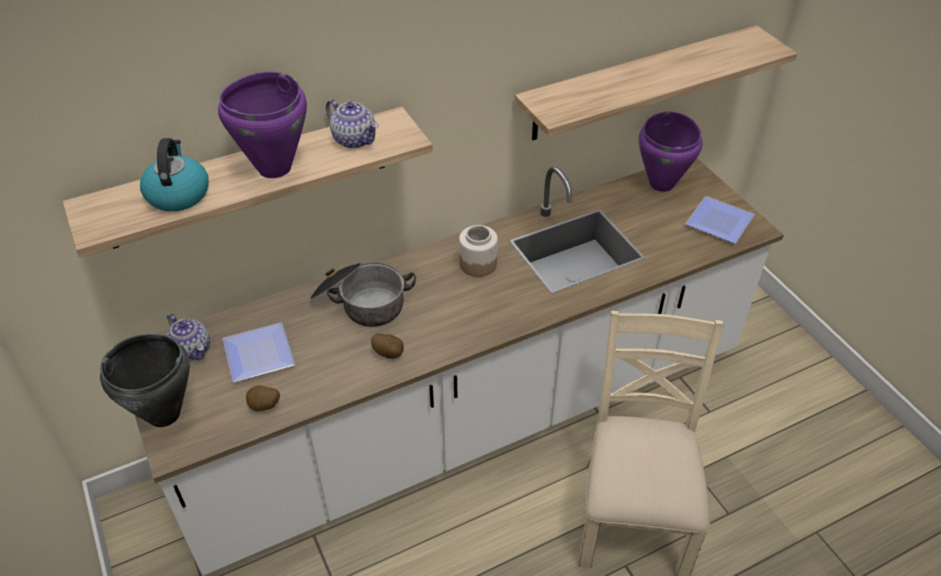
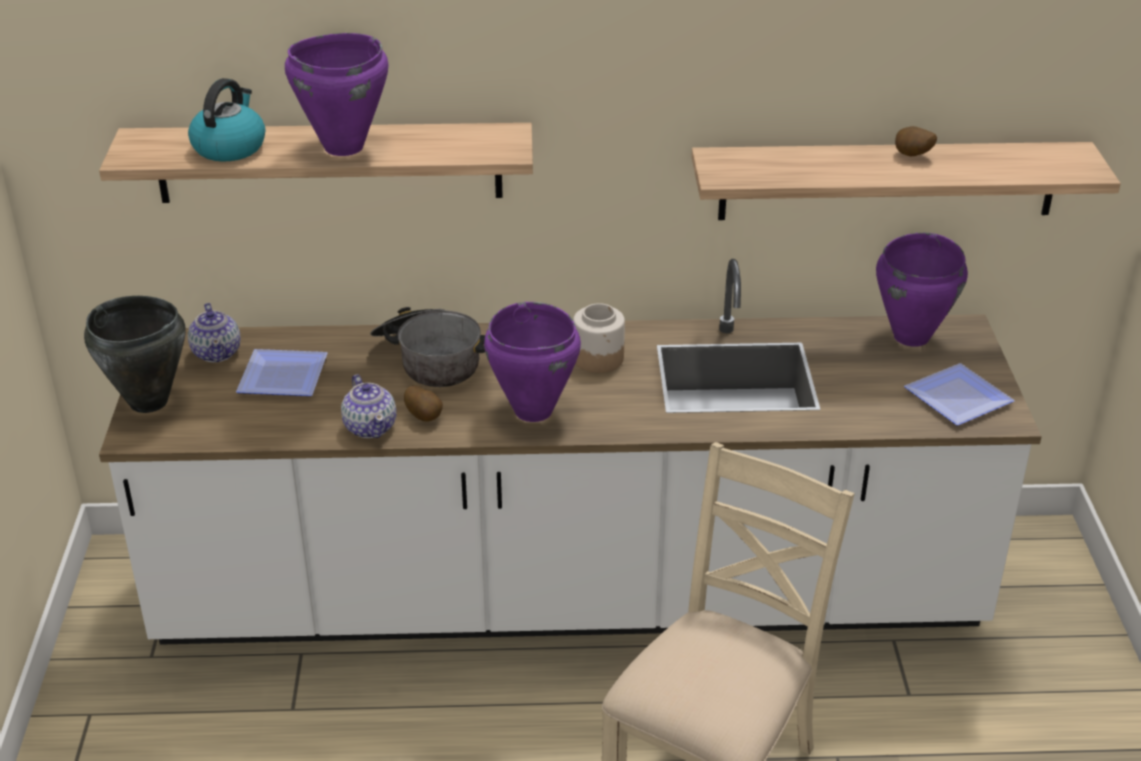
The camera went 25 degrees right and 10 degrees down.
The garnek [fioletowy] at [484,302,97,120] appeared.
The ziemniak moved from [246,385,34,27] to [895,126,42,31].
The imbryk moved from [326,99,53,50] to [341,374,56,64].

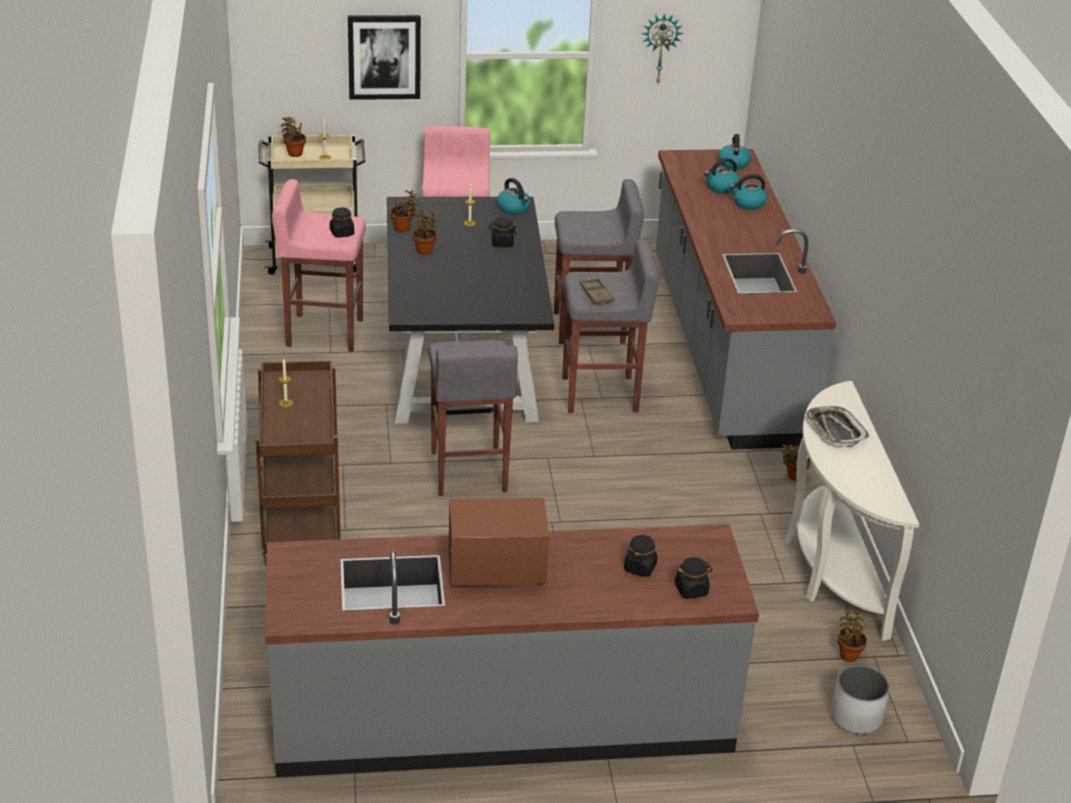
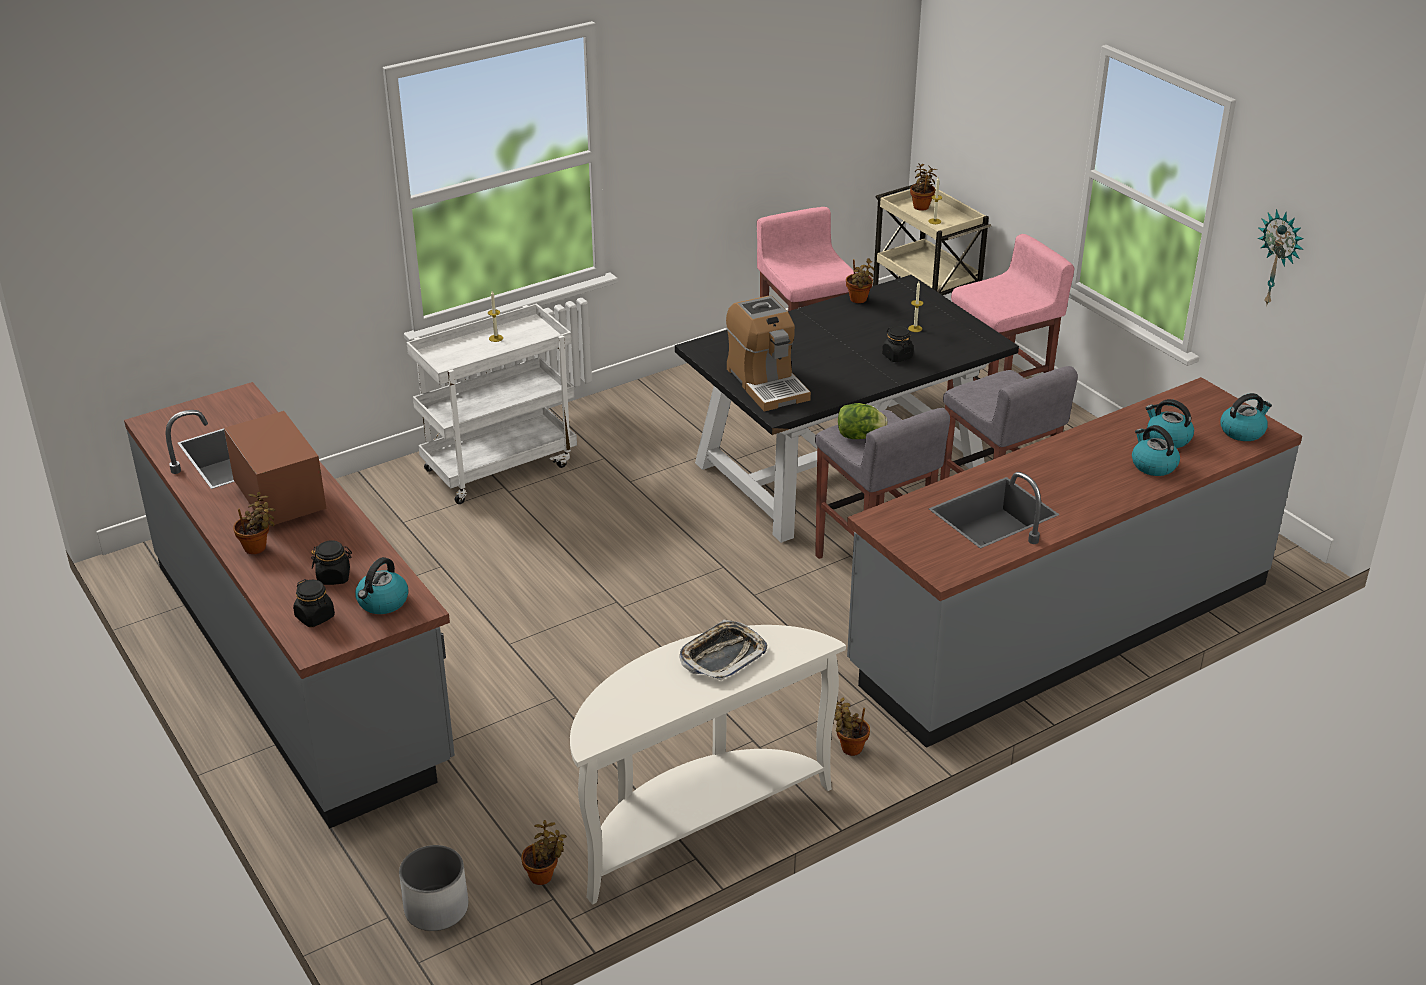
The camera went 65 degrees right and 0 degrees up.
The słoik [czarny] at [330,207,24,31] disappeared.
The obraz at [348,15,73,85] disappeared.
The stołek [szary] at [429,340,89,156] disappeared.
The ekspres do kawy at [726,296,85,116] appeared.
The roślina doniczkowa moved from [413,209,26,46] to [233,492,43,62].
The czajnik moved from [497,178,33,36] to [355,557,53,57].
The taca [brązowy] at [580,278,34,27] was replaced by the sałata at [838,403,50,36].
The wózek [brązowy] at [255,360,86,205] became the wózek [biały] at [407,304,170,200].

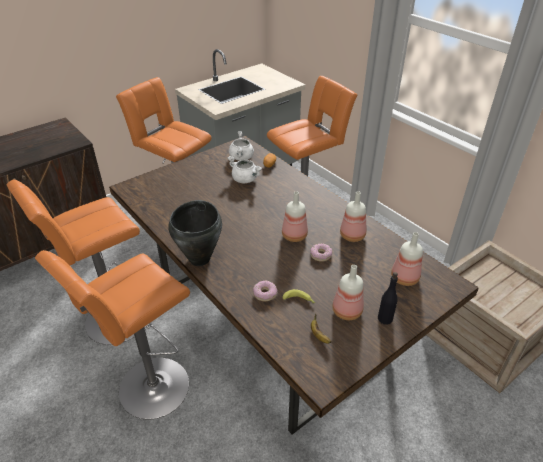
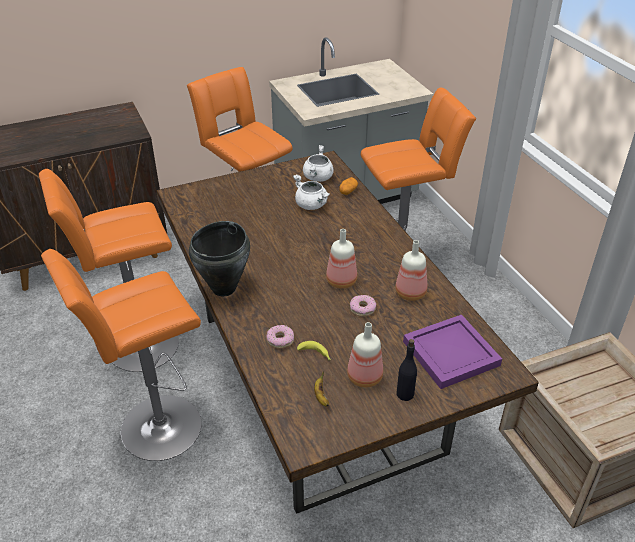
The camera went 15 degrees right and 0 degrees up.
The butelka at [391,232,32,54] was replaced by the taca [fioletowy] at [403,314,99,75].

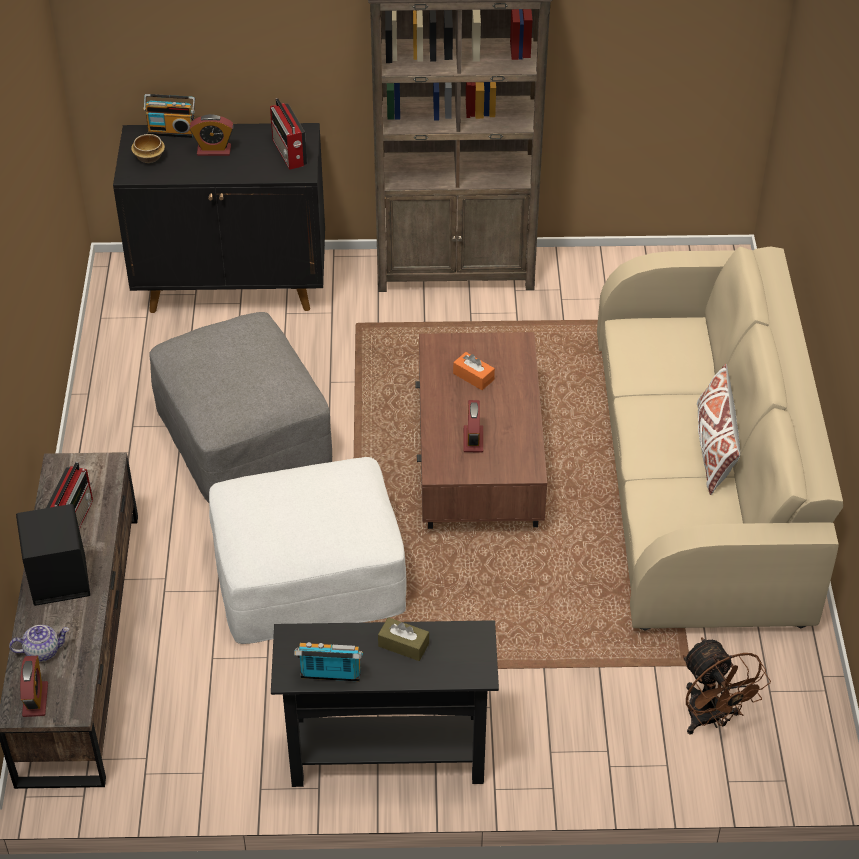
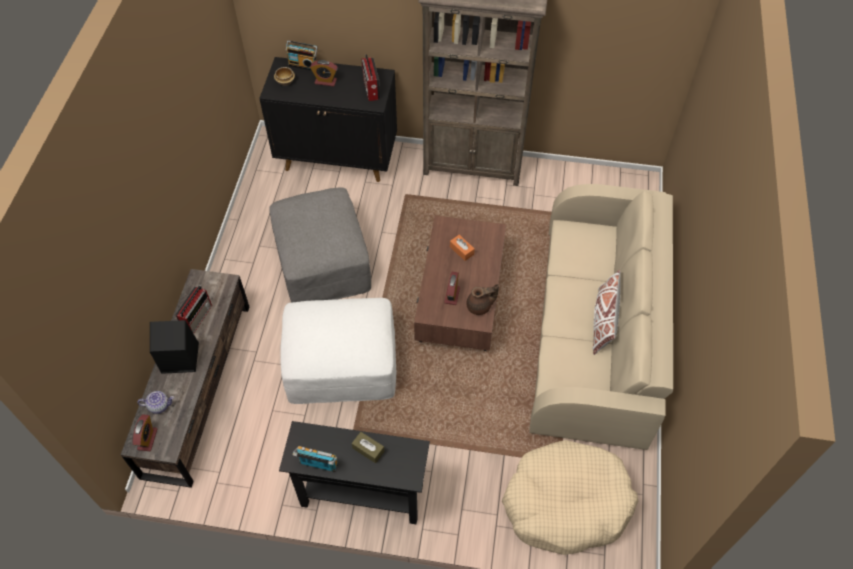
The camera went 10 degrees right and 10 degrees up.
The imbryk [brązowy] at [466,284,33,31] appeared.
The wentylator [brązowy] at [683,637,88,98] was replaced by the legowisko [beżowy] at [502,440,136,115].

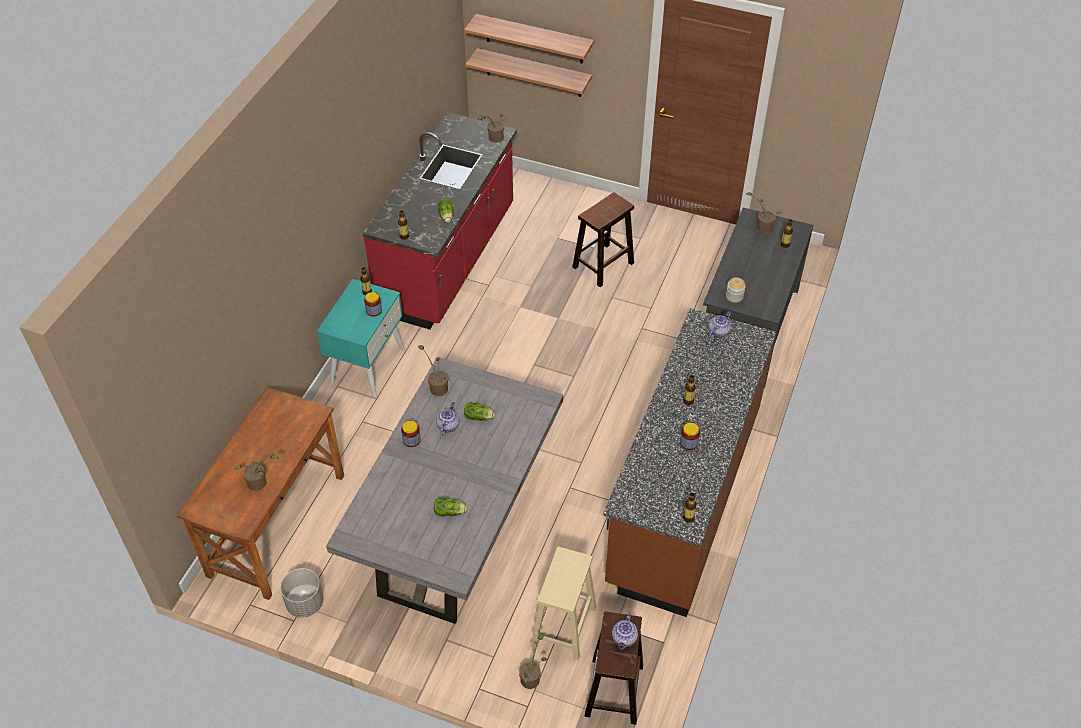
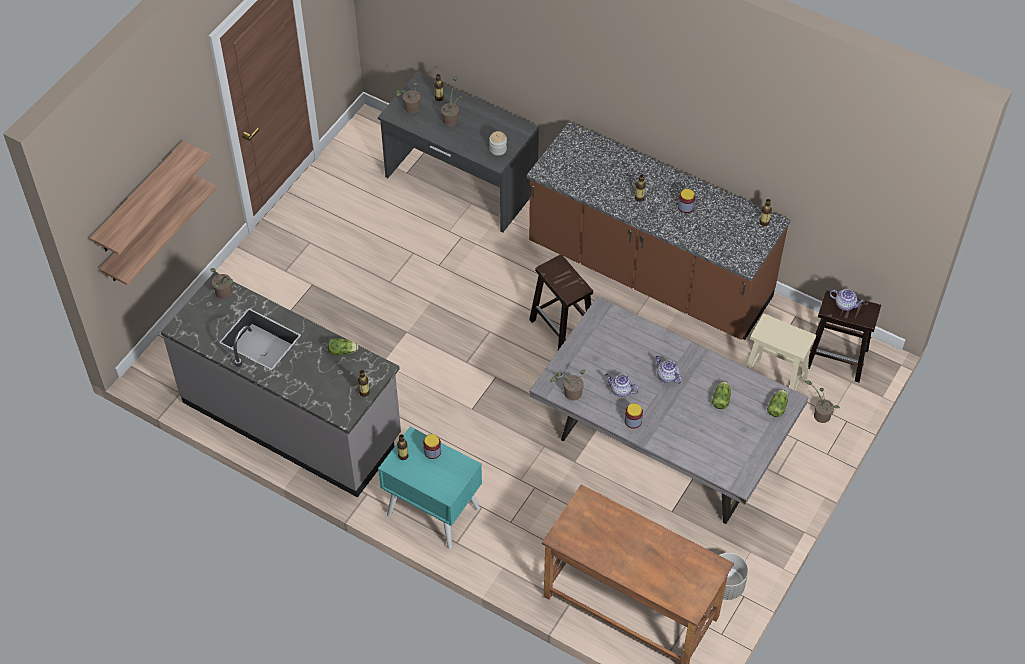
The camera went 80 degrees left and 5 degrees up.
The roślina doniczkowa moved from [235,454,44,37] to [441,77,22,49].
The sałata moved from [464,402,31,19] to [767,389,21,28].
The stołek [brązowy] moved from [572,192,62,95] to [529,254,64,96].
The imbryk moved from [708,311,23,27] to [656,356,26,28].
The zabudowa kuchenna [czerwony] at [363,112,154,218] became the zabudowa kuchenna [szary] at [161,272,240,226].

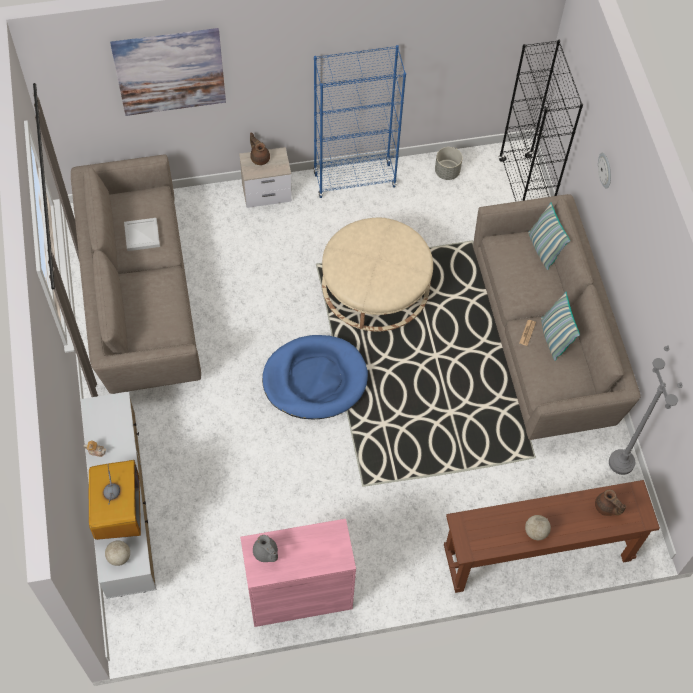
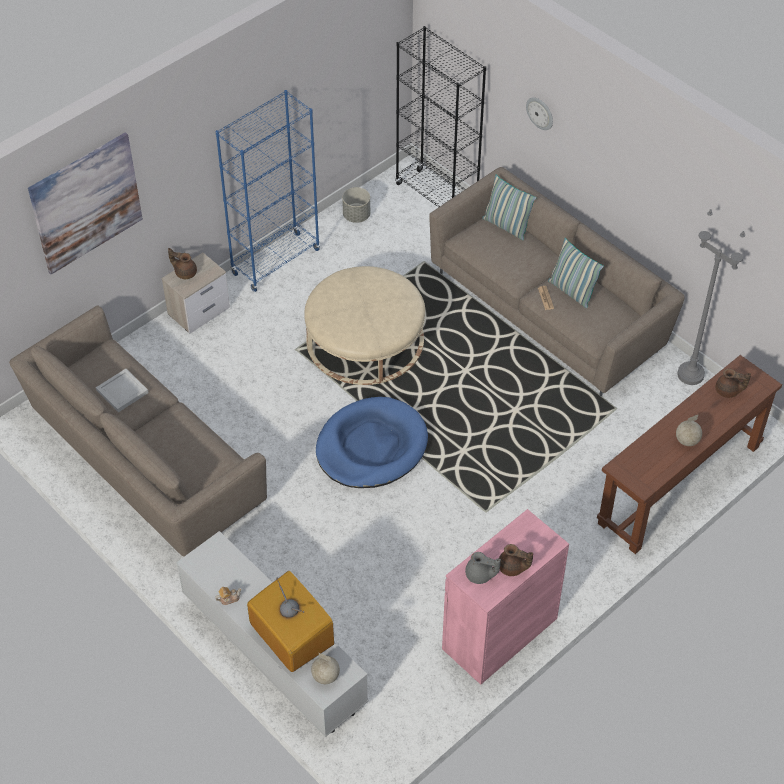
The camera went 30 degrees left and 10 degrees down.
The imbryk [brązowy] at [499,544,34,32] appeared.

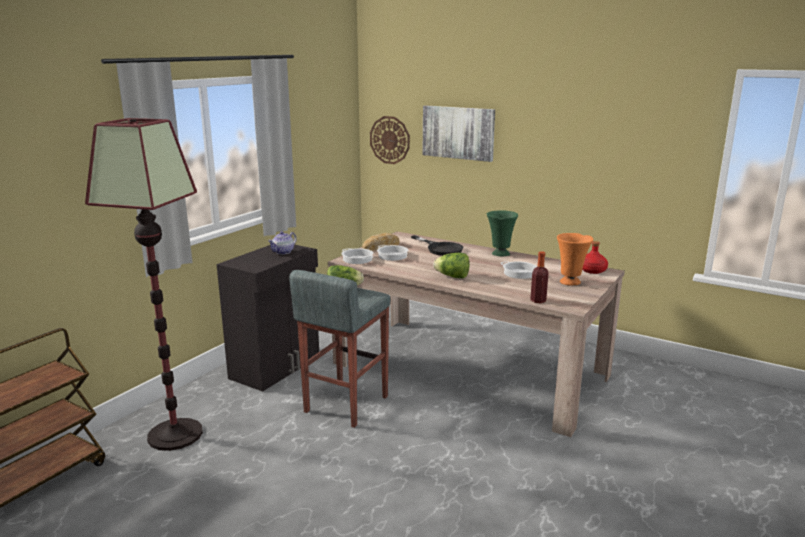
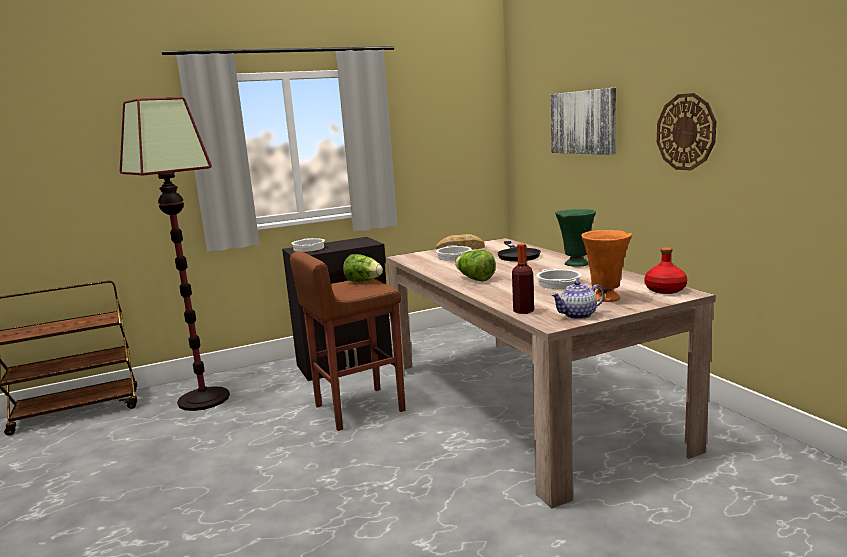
The camera went 35 degrees right and 5 degrees down.
The imbryk moved from [268,231,29,23] to [551,281,54,38].
The garnek moved from [341,248,33,16] to [291,238,34,14].
The zegar ścienny moved from [370,116,40,48] to [657,93,59,77].
The stołek [szary] at [289,270,102,158] became the stołek [brązowy] at [290,251,116,180].

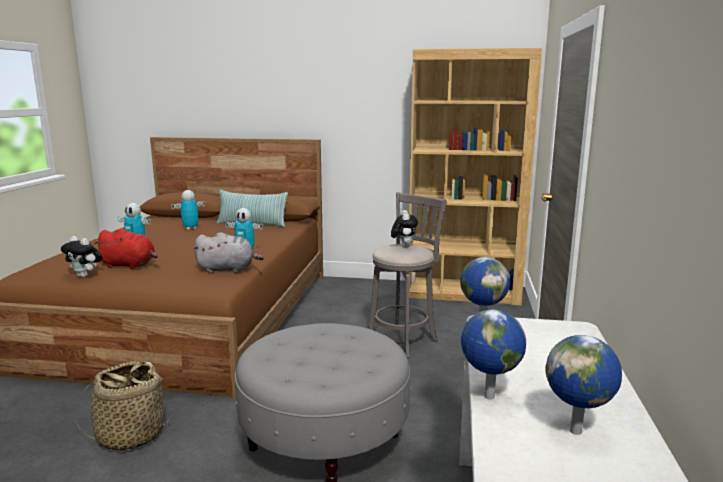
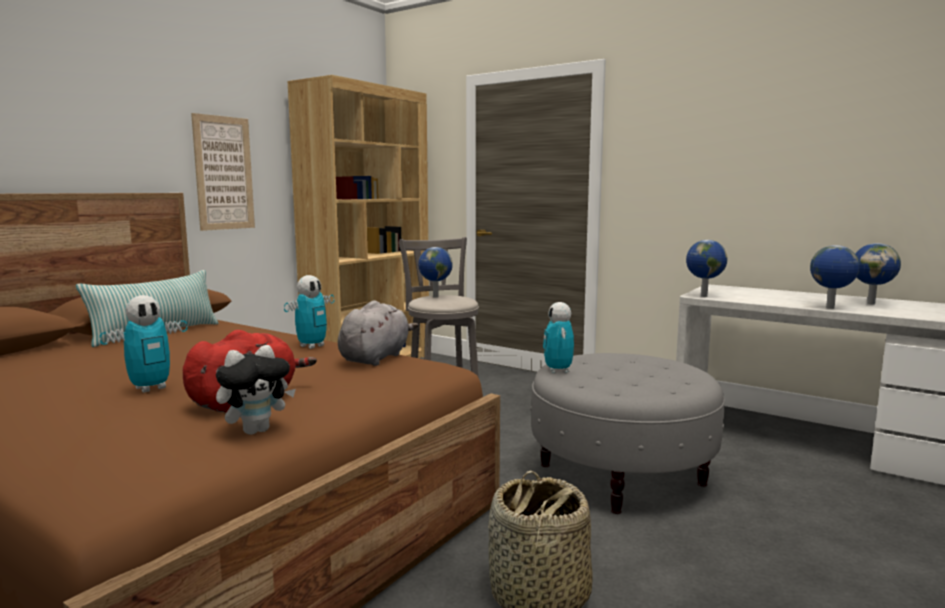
The camera went 65 degrees left and 5 degrees down.
The obraz at [191,113,64,118] appeared.
The robot zabawkowy moved from [171,190,35,40] to [543,302,31,71].
The pluszak at [391,210,27,38] was replaced by the globus at [418,247,35,51].

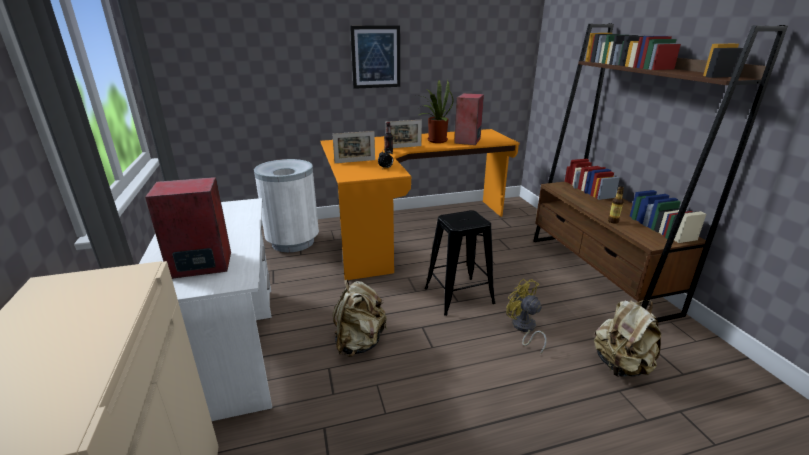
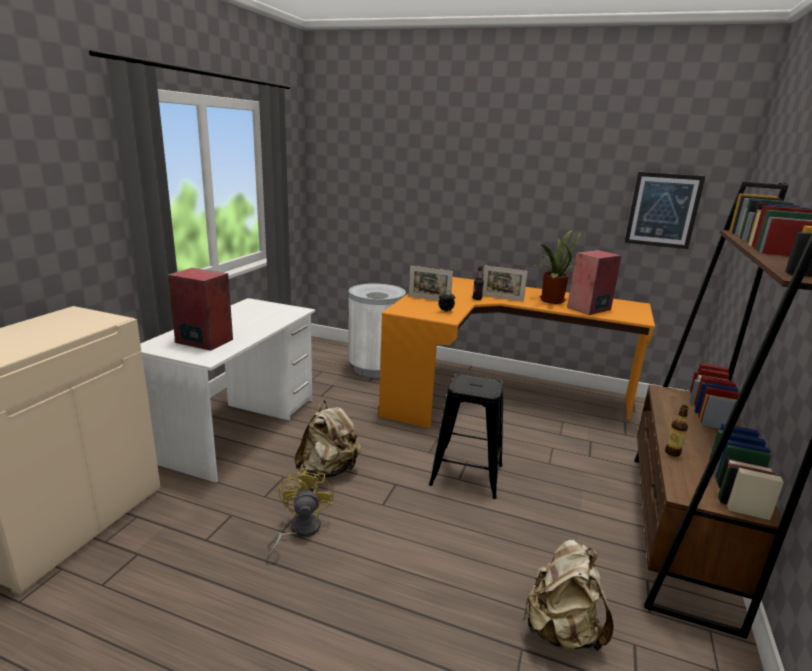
The camera went 35 degrees right and 5 degrees down.
The obraz moved from [350,25,50,64] to [625,172,80,77].
The wentylator [żółty] moved from [506,279,41,76] to [267,467,67,95].

